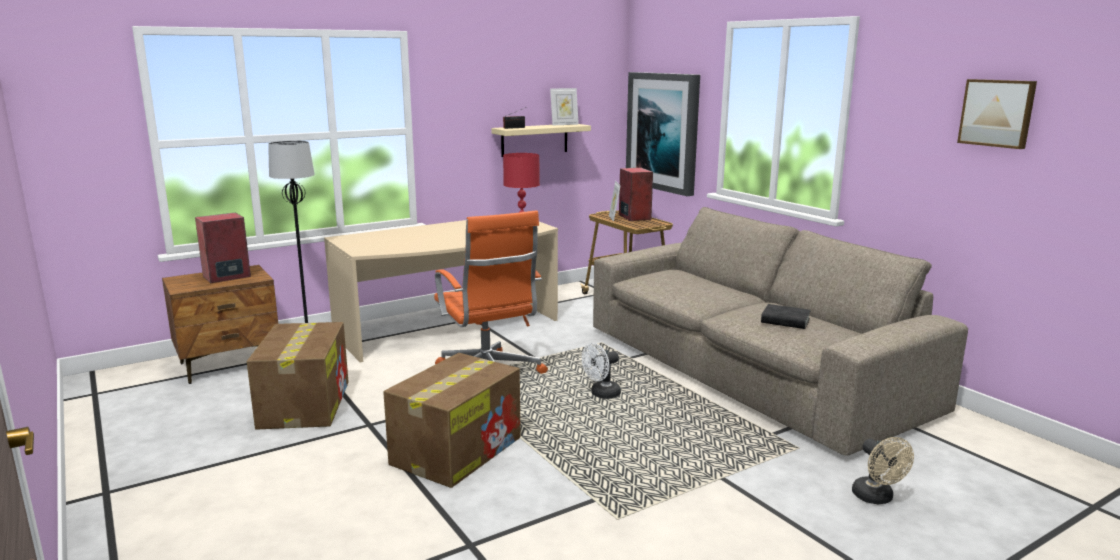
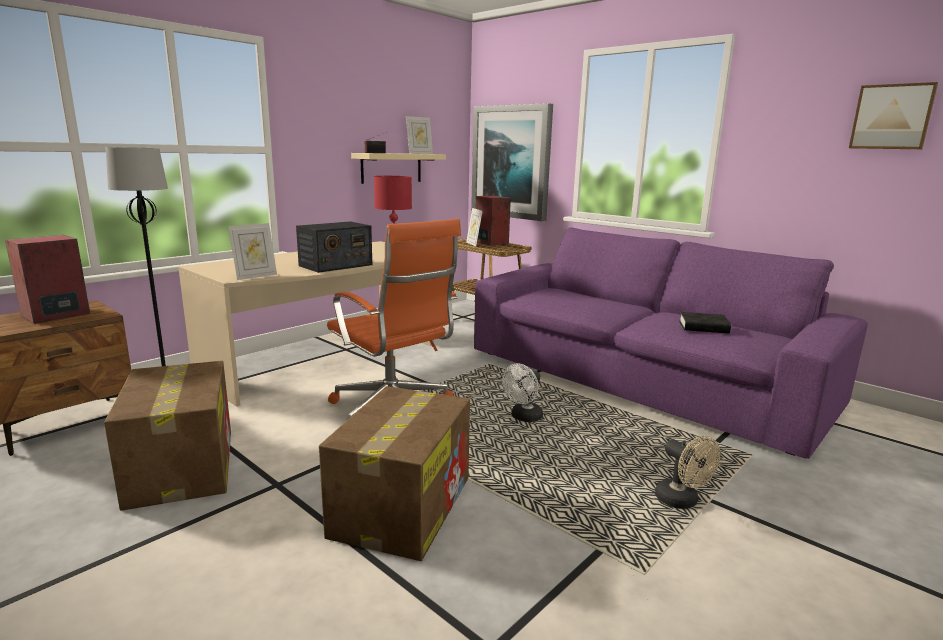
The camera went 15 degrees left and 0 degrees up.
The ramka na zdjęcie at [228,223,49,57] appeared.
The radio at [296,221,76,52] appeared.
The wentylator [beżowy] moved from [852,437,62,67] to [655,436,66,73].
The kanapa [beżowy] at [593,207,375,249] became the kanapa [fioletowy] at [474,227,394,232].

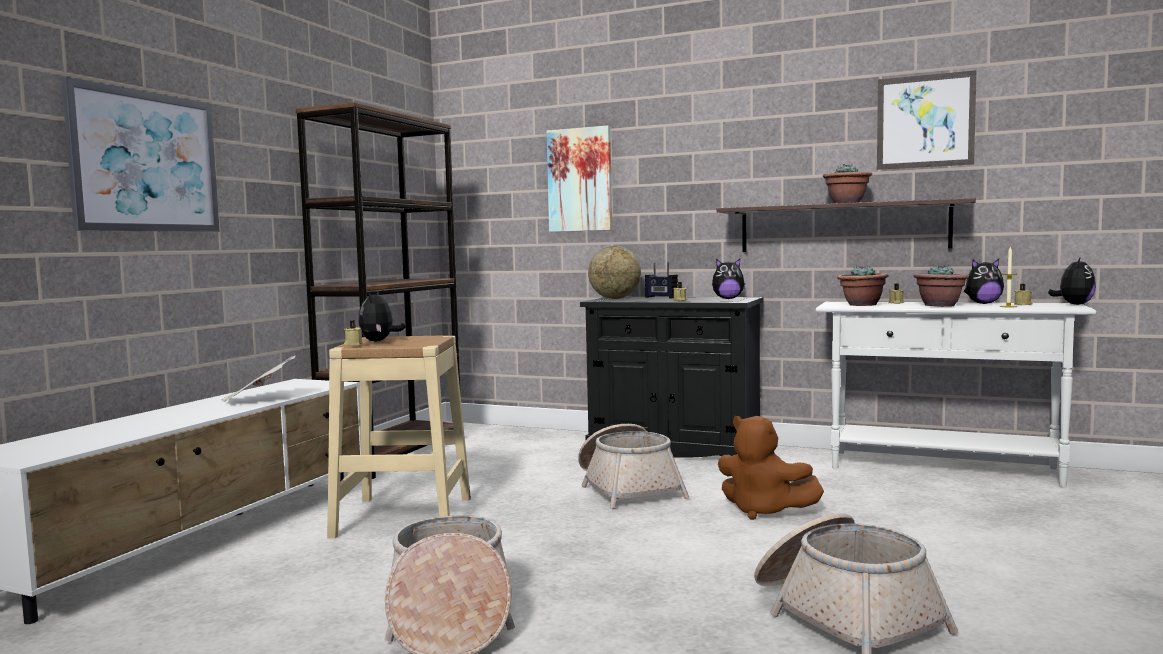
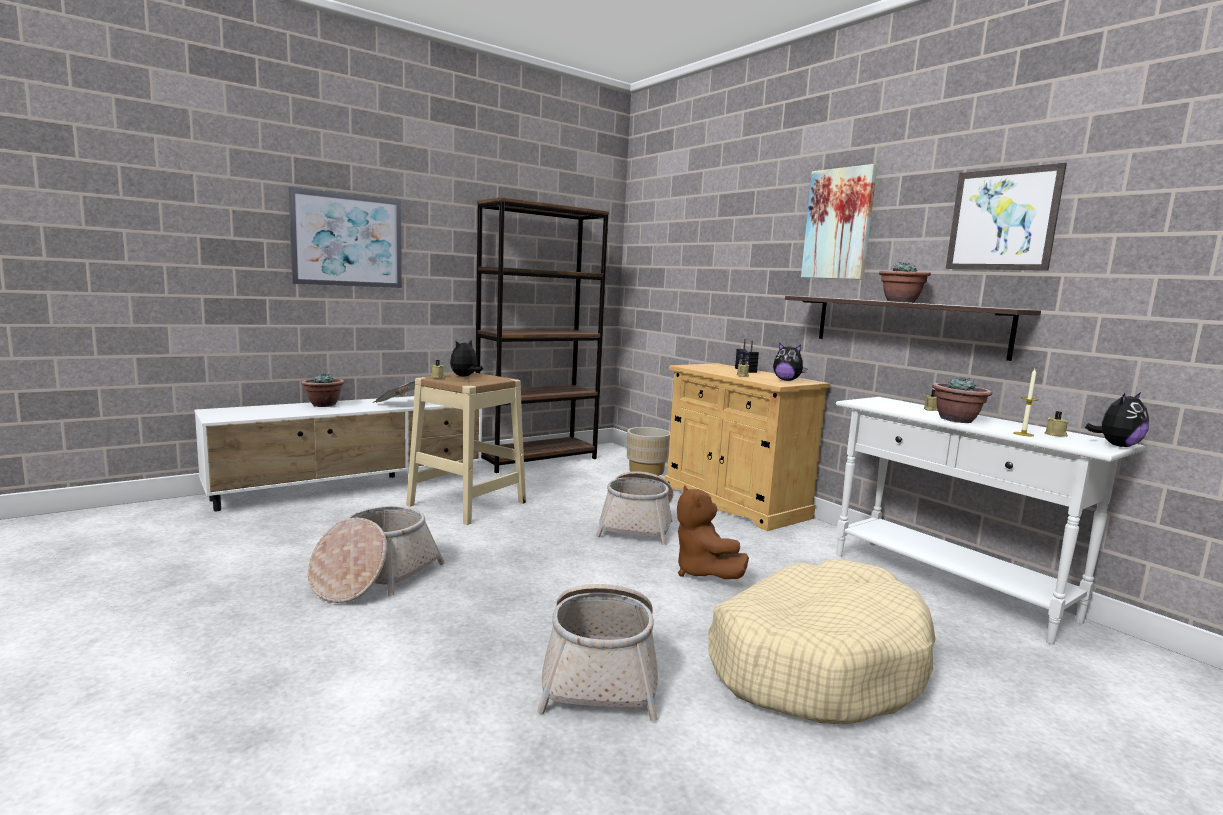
The camera went 30 degrees right and 5 degrees up.
The globus at [588,246,53,53] disappeared.
The pluszak at [964,259,40,45] disappeared.
The donica [beżowy] at [627,427,43,49] appeared.
The legowisko [beżowy] at [708,560,228,165] appeared.
The obraz moved from [546,125,66,107] to [801,164,76,116].
The roślina doniczkowa moved from [837,265,52,41] to [301,373,43,34].
The szafka [czarny] at [580,297,184,161] became the szafka [beżowy] at [664,363,166,168].

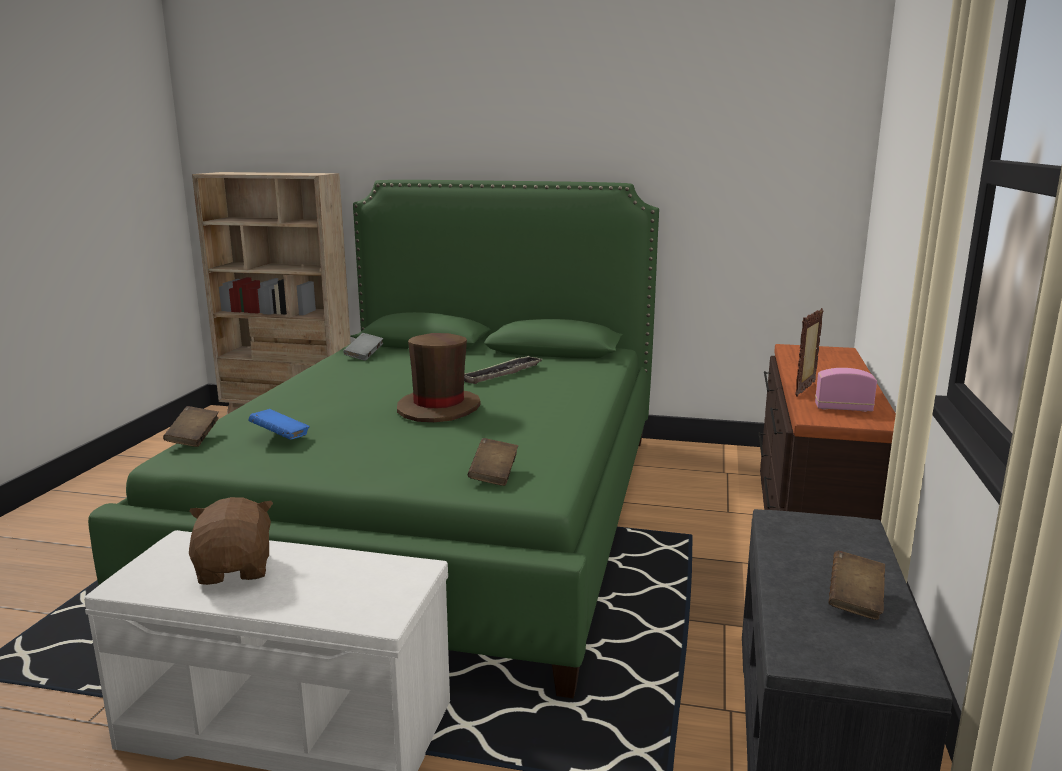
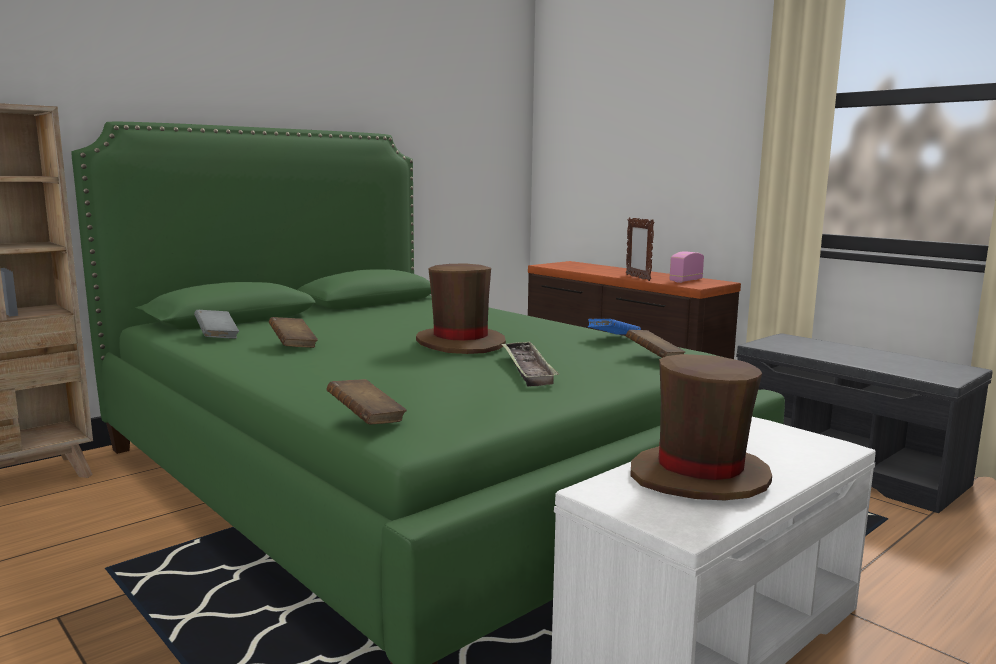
The camera went 55 degrees left and 5 degrees down.
The książka [niebieski] moved from [248,409,62,31] to [588,319,53,16].
The taca moved from [464,356,78,28] to [501,341,58,45].
The książka [brązowy] moved from [829,551,56,69] to [269,317,49,31].
The pluszak [brązowy] at [189,497,84,88] was replaced by the kapelusz [brązowy] at [630,354,142,146].

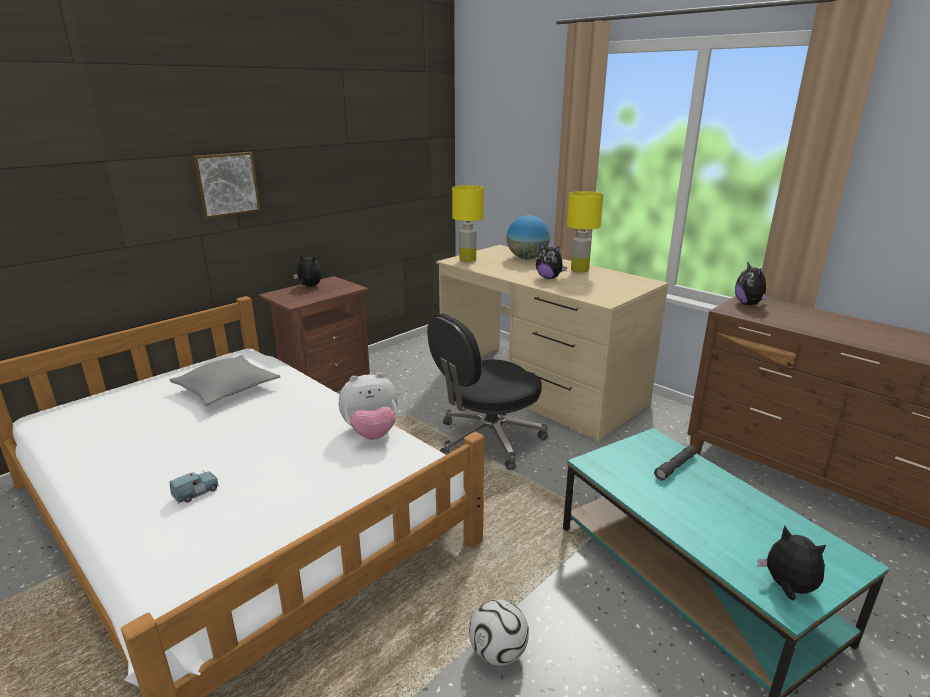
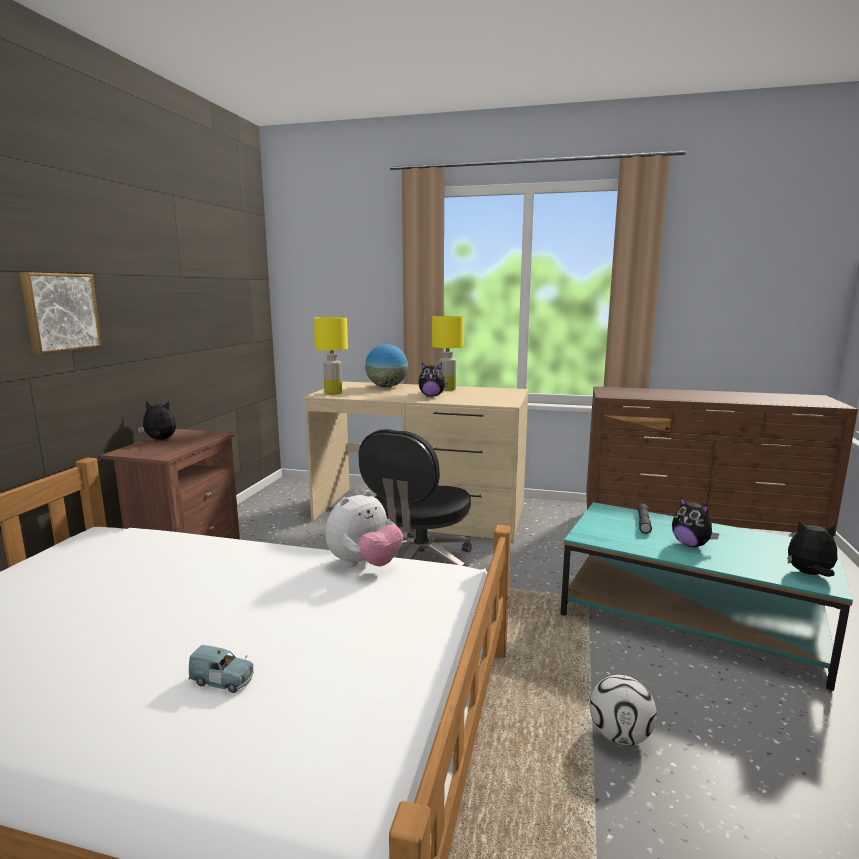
The camera went 30 degrees left and 10 degrees down.
The poduszka [szary] at [169,355,111,51] disappeared.
The pluszak moved from [735,263,35,42] to [672,497,47,50].
The samochodzik [niebieski] at [170,471,49,32] turned 90 degrees clockwise.

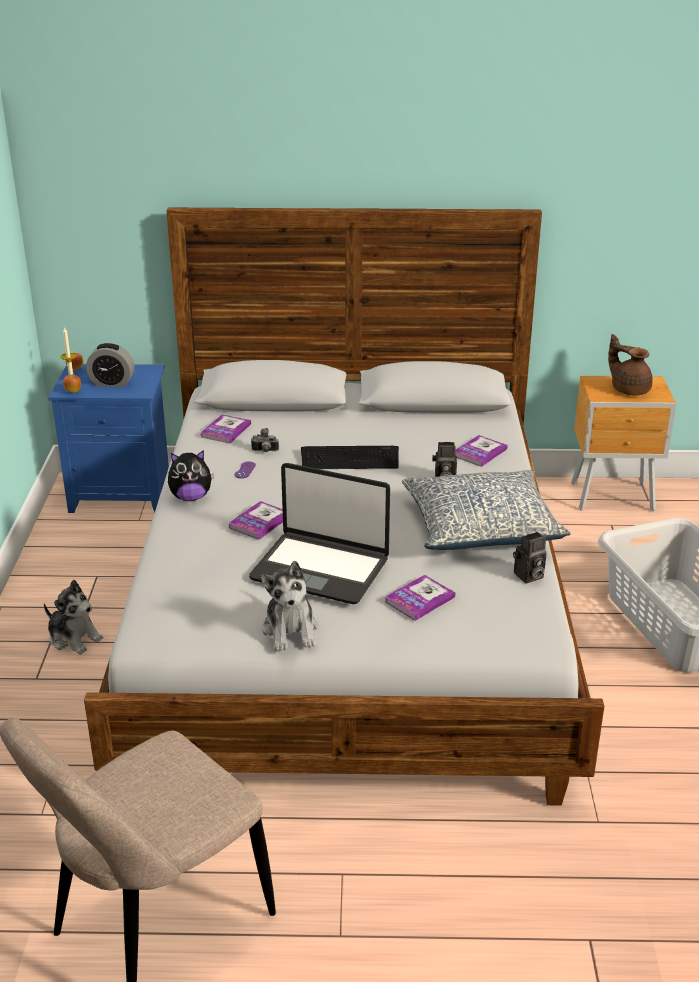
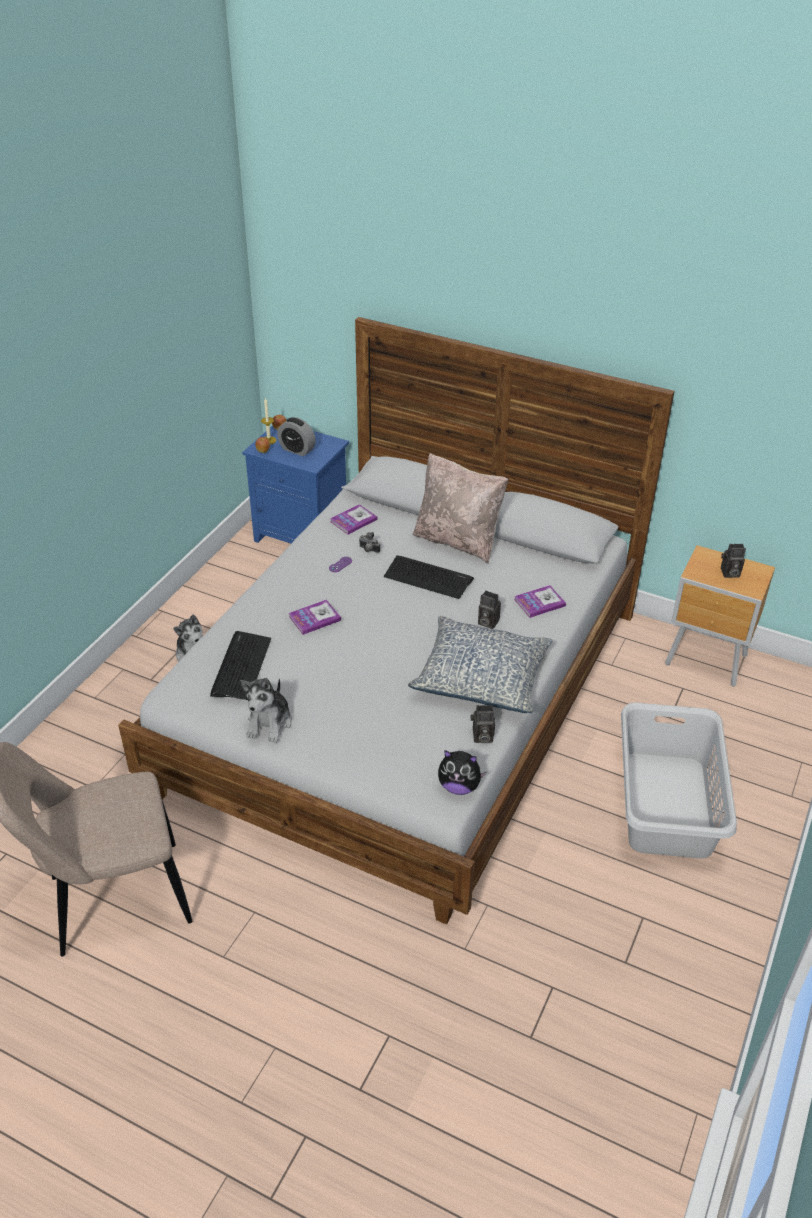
The camera went 25 degrees right and 10 degrees up.
The laptop at [249,463,141,141] disappeared.
The książka at [385,575,70,46] disappeared.
The klawiatura at [210,631,61,69] appeared.
The poduszka [beżowy] at [413,453,95,110] appeared.
The pluszak moved from [168,450,46,51] to [438,750,49,45].
The imbryk [brązowy] at [608,334,45,61] was replaced by the aparat fotograficzny at [721,544,25,34].

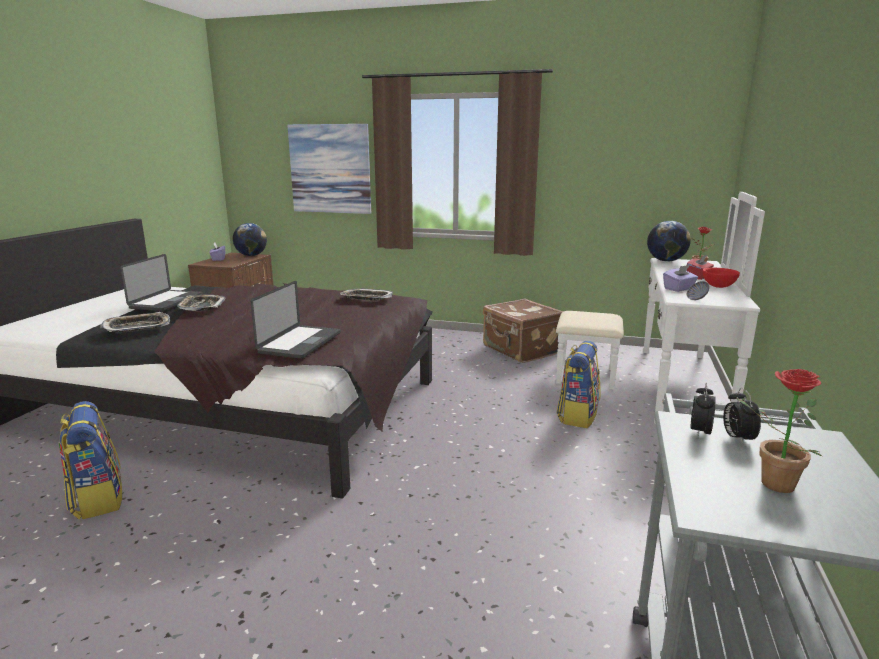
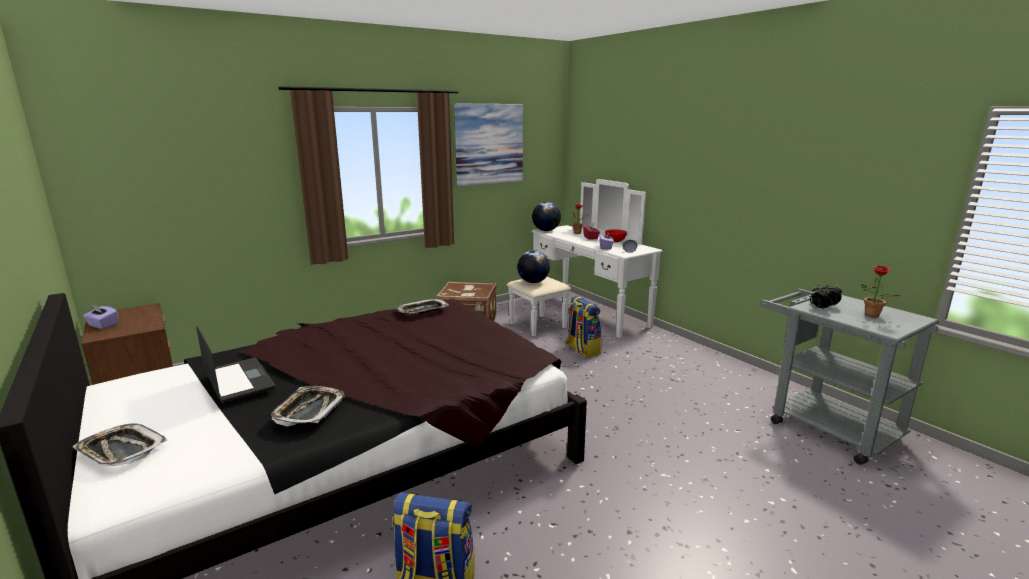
The camera went 50 degrees left and 0 degrees up.
The laptop at [251,281,90,78] disappeared.
The taca moved from [177,295,48,16] to [73,423,94,43].
The globus moved from [233,223,34,33] to [517,250,33,33].
The obraz moved from [287,124,84,90] to [454,103,69,83].

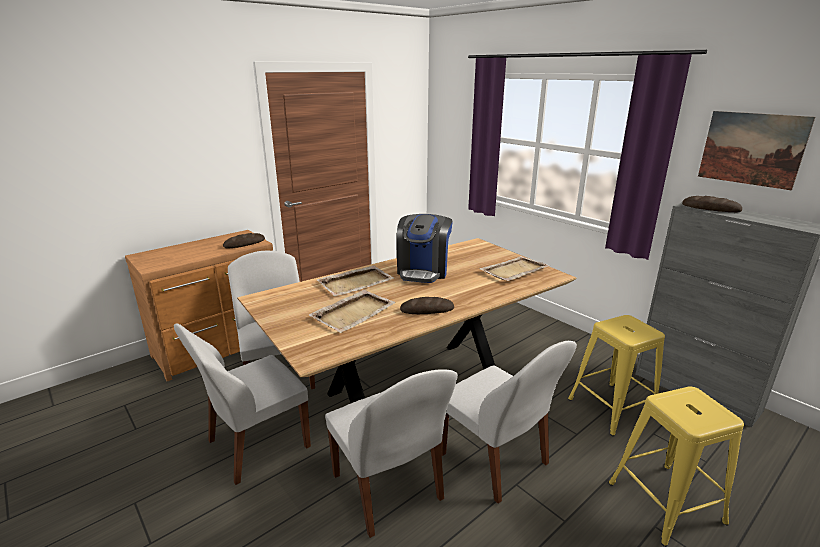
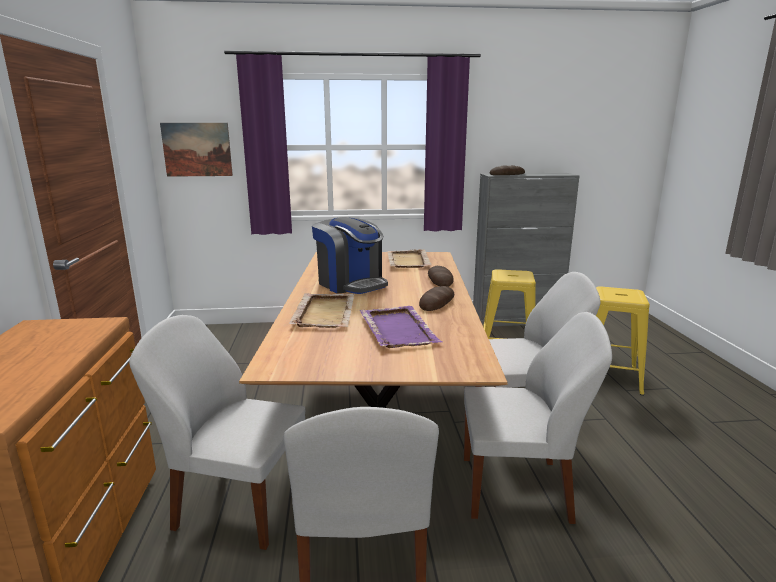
The camera went 55 degrees left and 5 degrees down.
The chleb moved from [223,233,42,16] to [428,266,26,21].
The obraz moved from [698,111,117,79] to [160,123,73,54].
The taca [beżowy] at [309,290,87,43] became the taca [fioletowy] at [360,306,83,42].

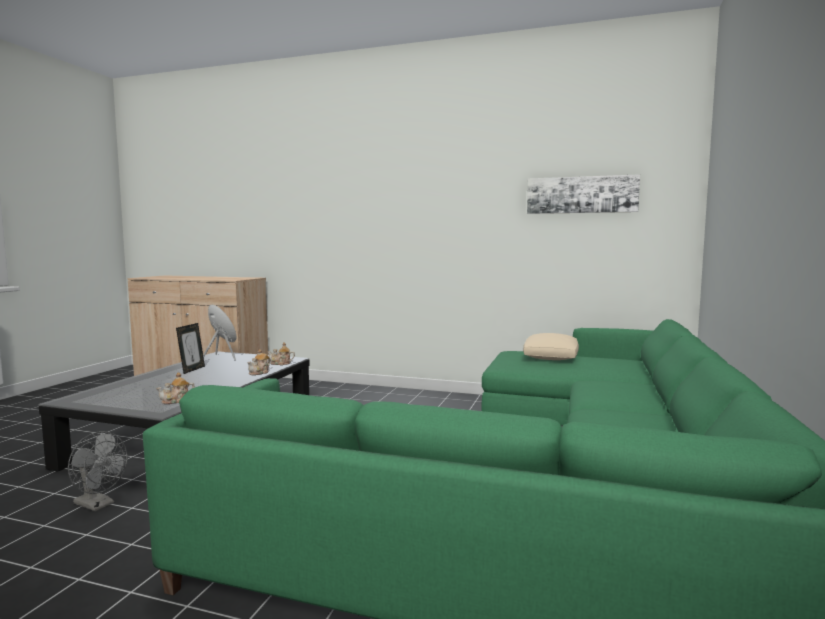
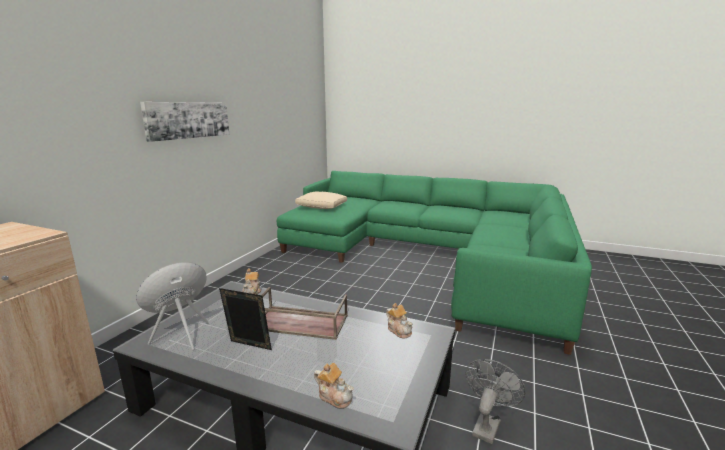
The camera went 85 degrees left and 10 degrees up.
The taca [brązowy] at [262,287,86,53] appeared.
The imbryk moved from [247,349,24,26] to [314,363,40,46].
The obraz moved from [527,174,113,40] to [140,102,89,40].

